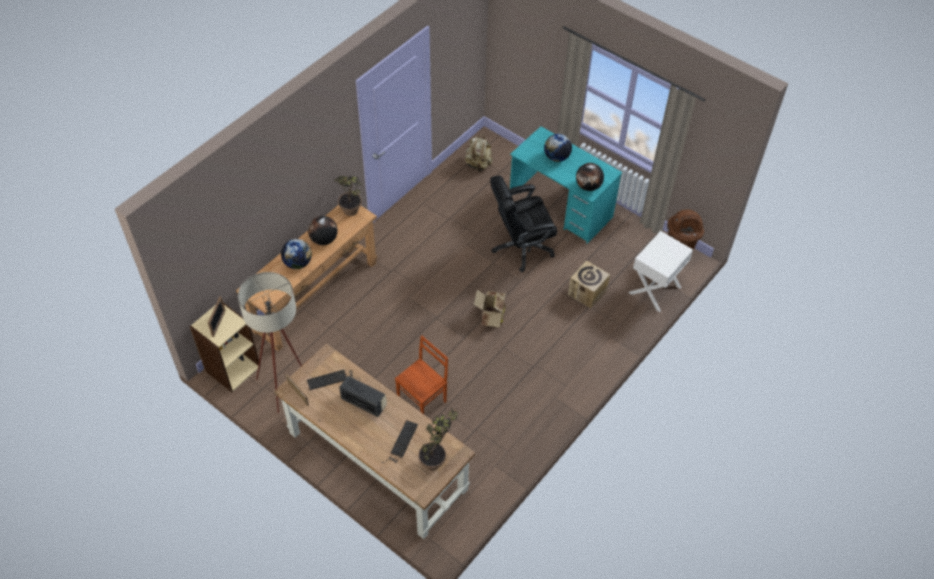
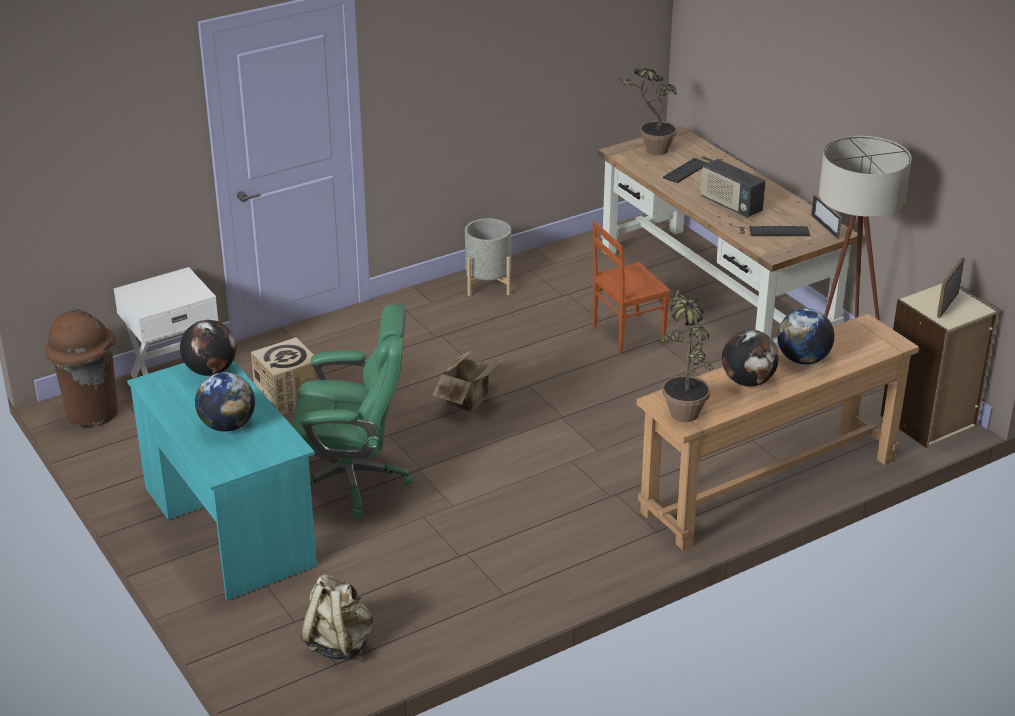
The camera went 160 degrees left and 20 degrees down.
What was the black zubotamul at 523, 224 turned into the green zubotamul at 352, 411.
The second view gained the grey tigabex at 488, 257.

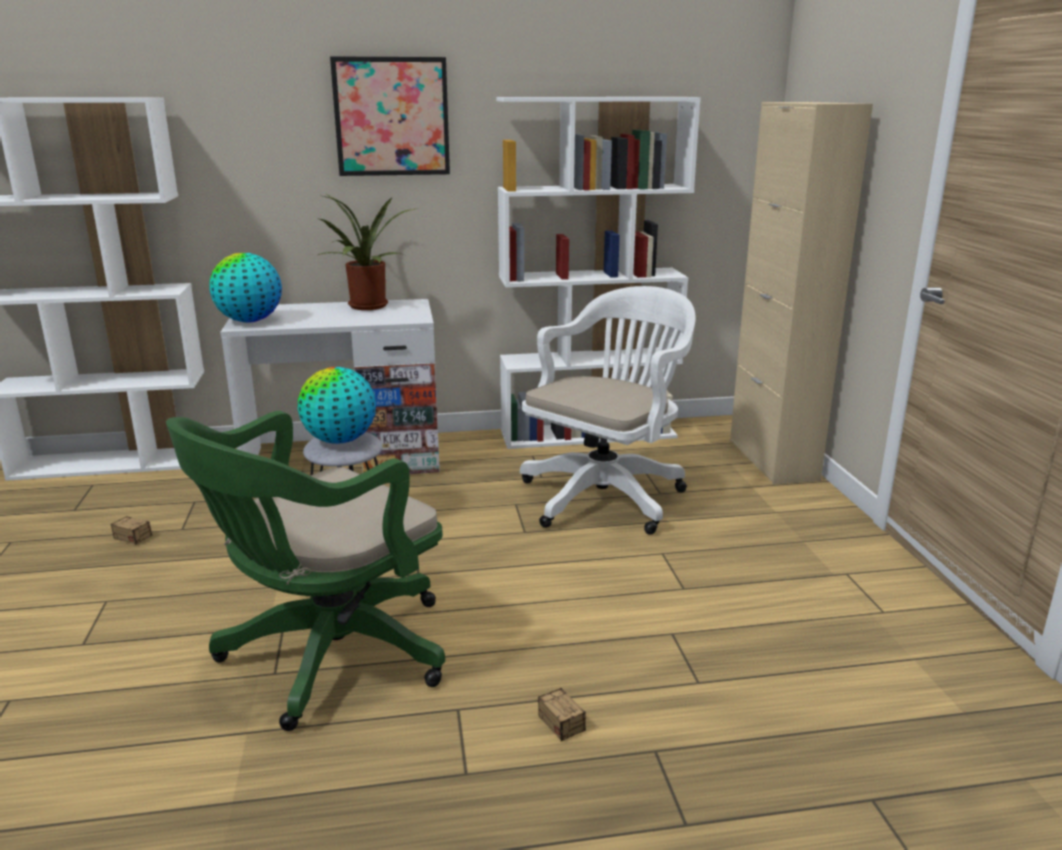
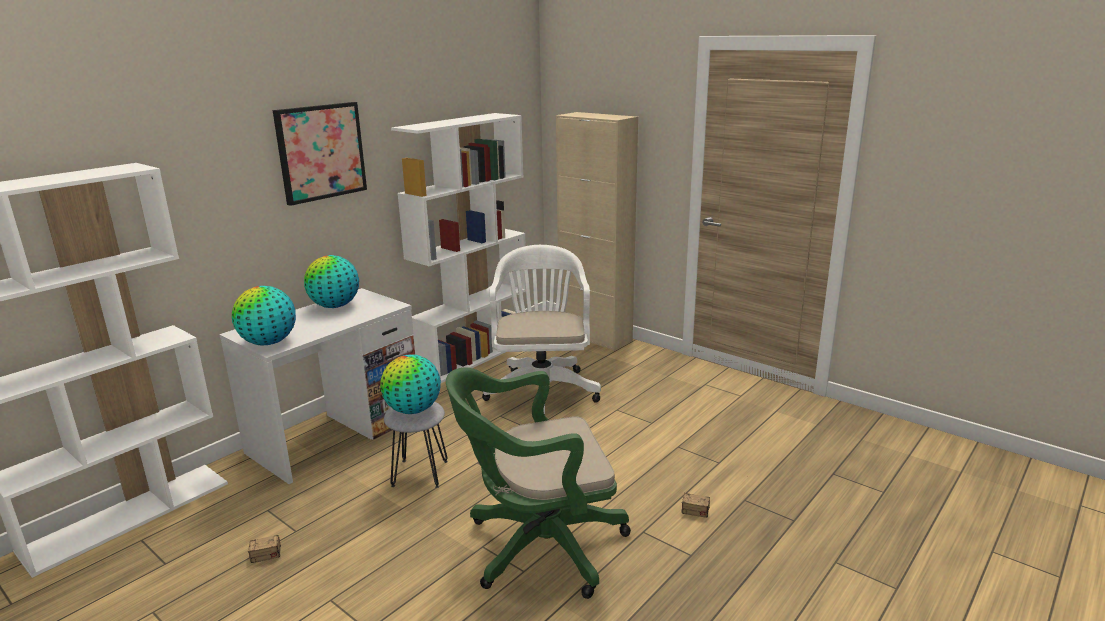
The camera went 40 degrees left and 0 degrees up.
Where the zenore stood at 366, 251, the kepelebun came to stand at 331, 281.
The green zubotamul at 305, 571 ended up facing another way, 75 degrees clockwise from before.

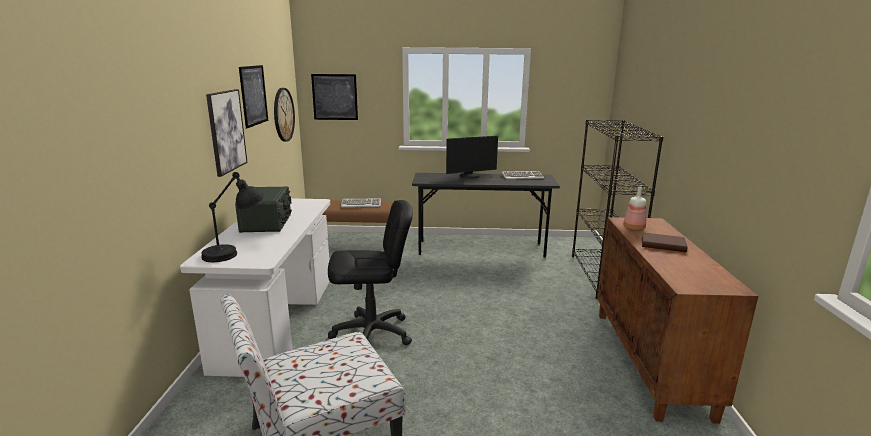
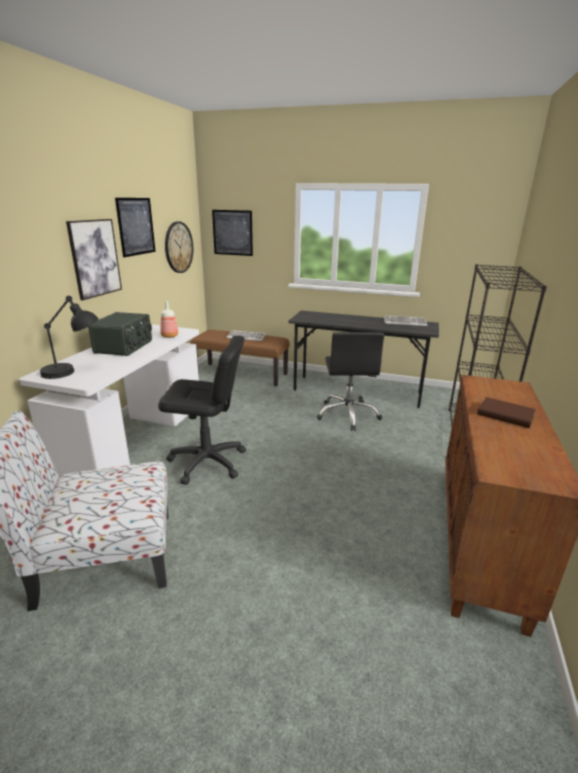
The camera went 15 degrees right and 5 degrees up.
The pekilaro ended up elsewhere, having gone from 634, 208 to 169, 319.
The second view gained the black zubotamul at 350, 381.
The second view lost the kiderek at 472, 157.

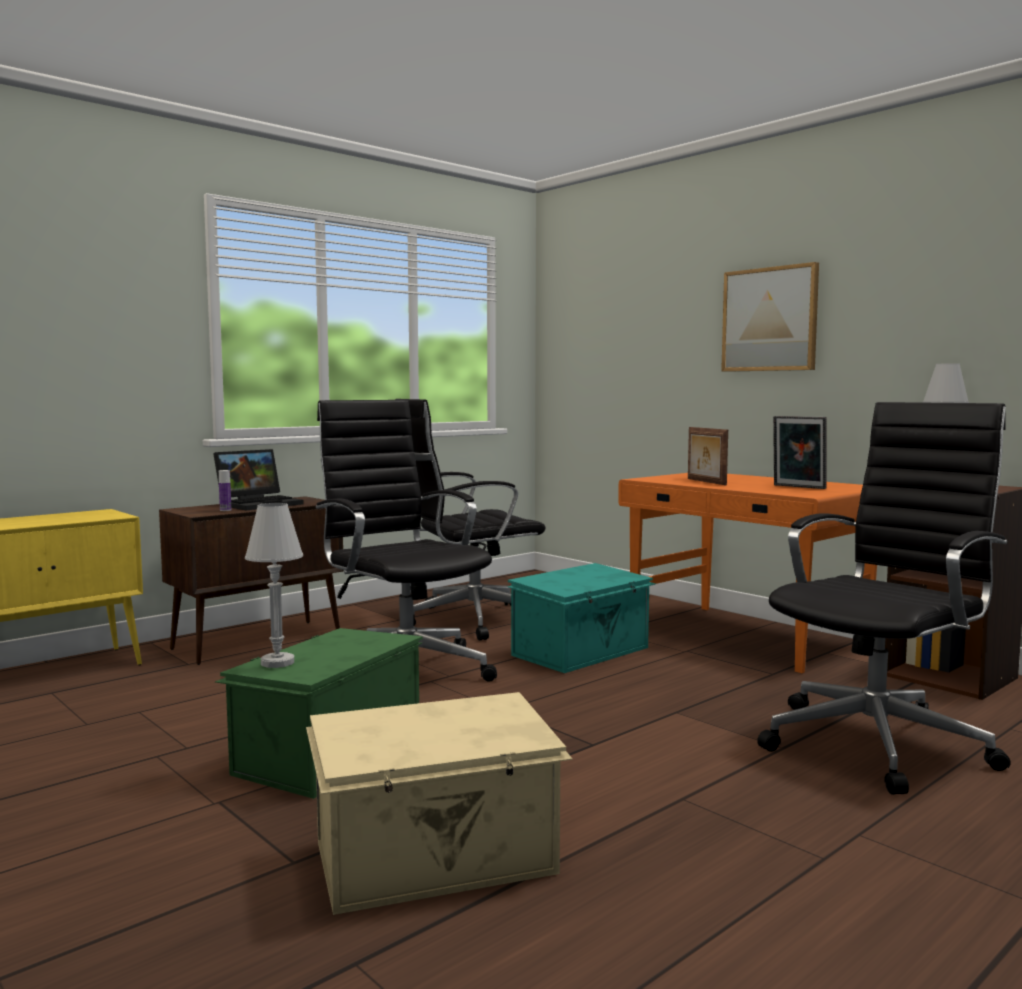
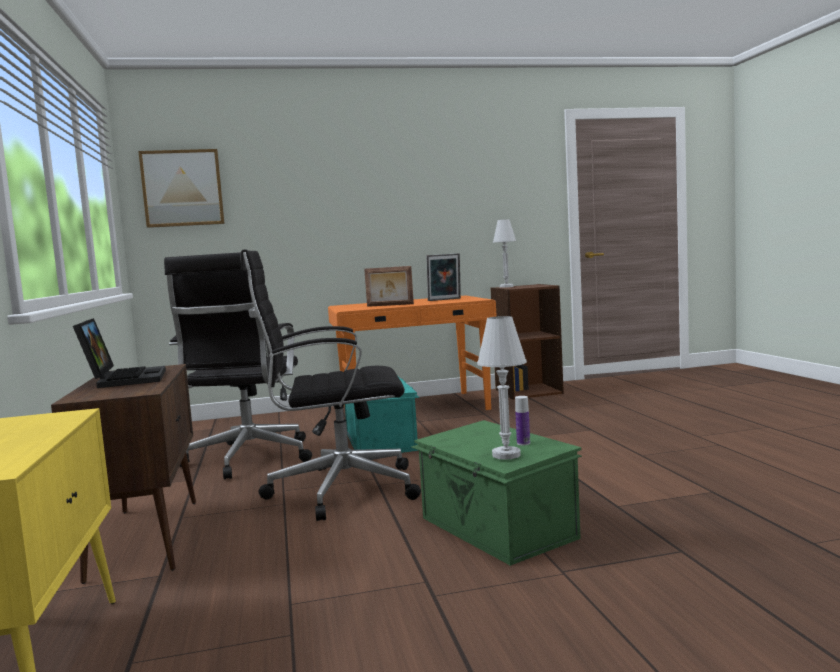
The camera went 60 degrees left and 0 degrees up.
The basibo ended up elsewhere, having gone from 770, 317 to 181, 188.
The pekilaro ended up elsewhere, having gone from 225, 490 to 522, 421.
The second view lost the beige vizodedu at 439, 803.
The second view lost the black zubotamul at 884, 598.

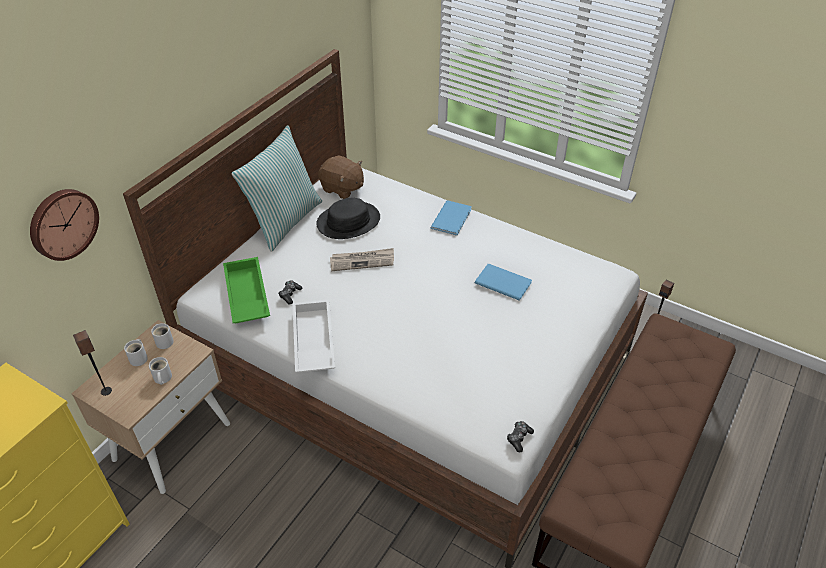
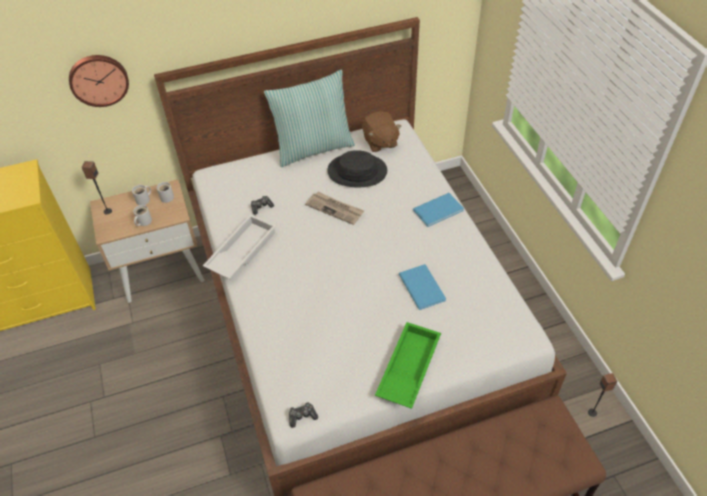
The camera went 40 degrees right and 5 degrees up.
The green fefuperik ended up elsewhere, having gone from 246, 290 to 408, 365.

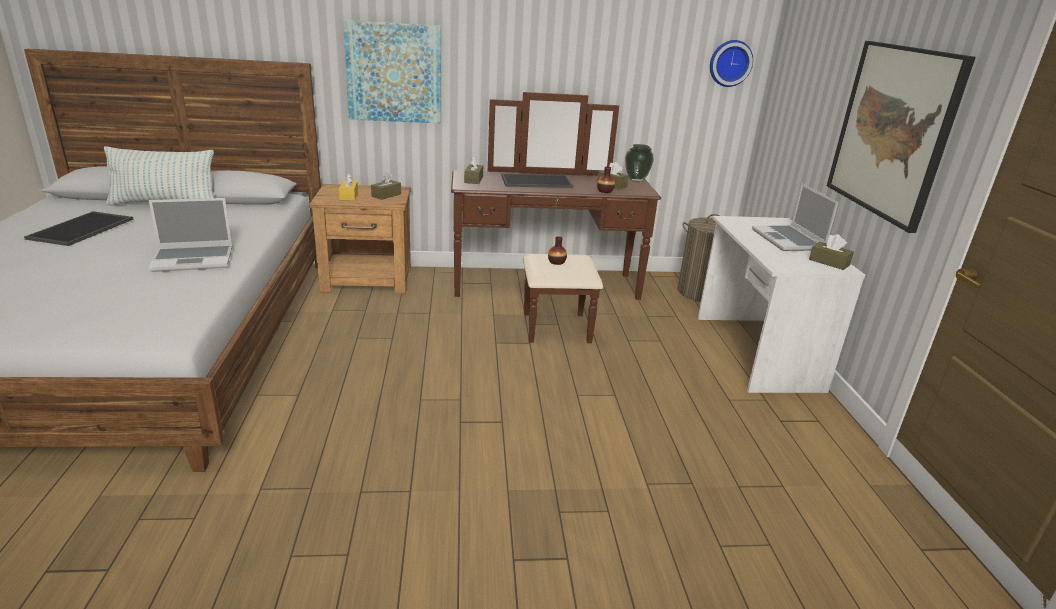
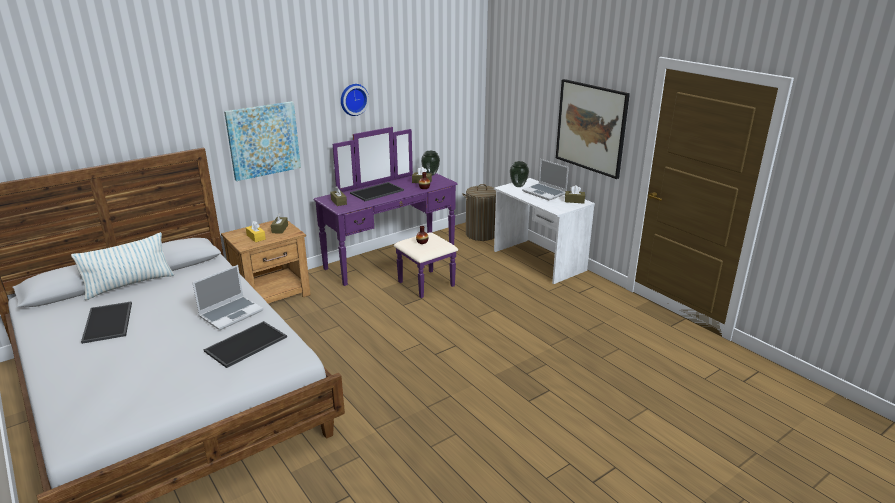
The camera went 30 degrees left and 0 degrees up.
The second view gained the fefuperik at 245, 344.
What was the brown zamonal at 556, 217 turned into the purple zamonal at 385, 212.
The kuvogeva ended up elsewhere, having gone from 731, 63 to 355, 100.
The second view gained the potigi at 519, 174.

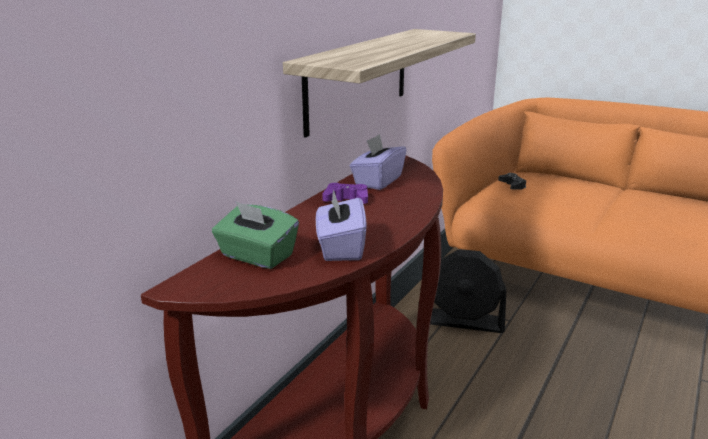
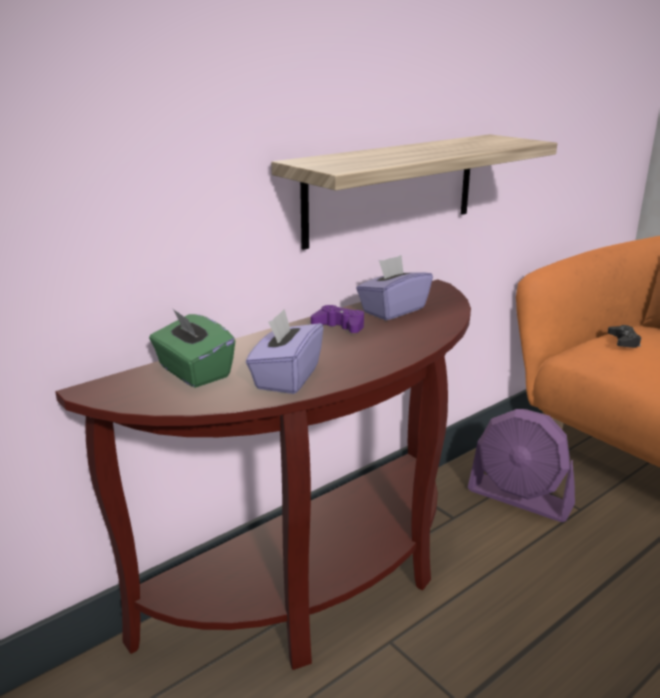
The camera went 20 degrees right and 0 degrees up.
What was the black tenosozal at 468, 291 turned into the purple tenosozal at 521, 465.

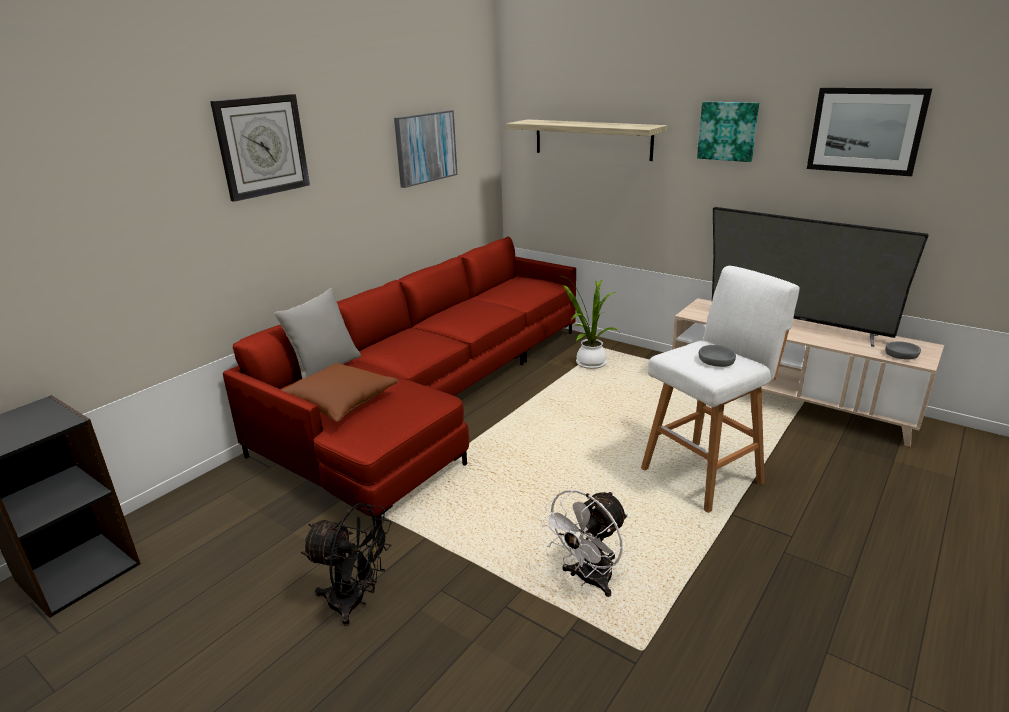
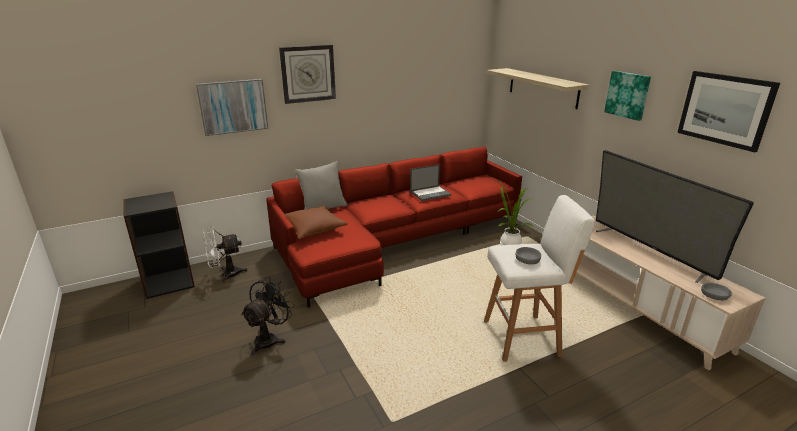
The camera went 25 degrees right and 0 degrees up.
The basibo ended up elsewhere, having gone from 425, 149 to 232, 107.
The white tenosozal ended up elsewhere, having gone from 584, 543 to 225, 254.
The black tenosozal at 346, 564 ended up facing another way, 105 degrees counterclockwise from before.
The second view gained the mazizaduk at 431, 182.

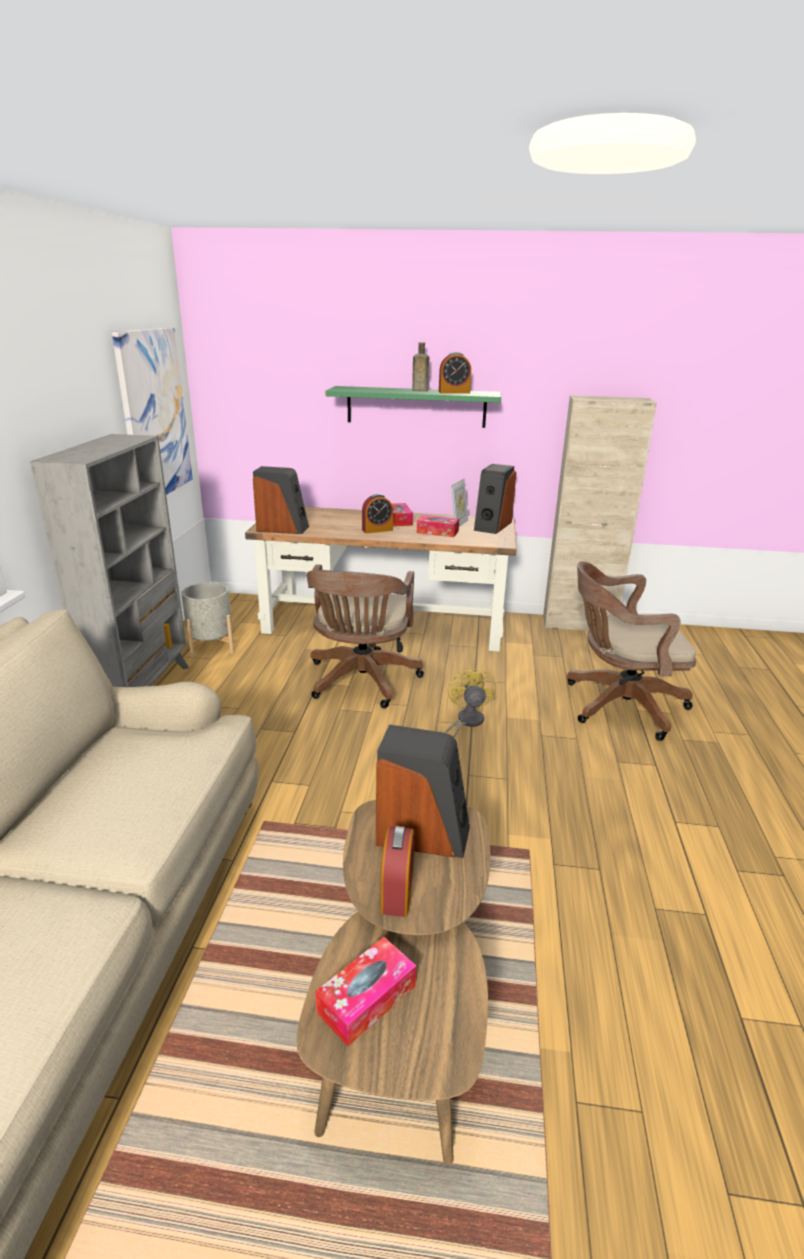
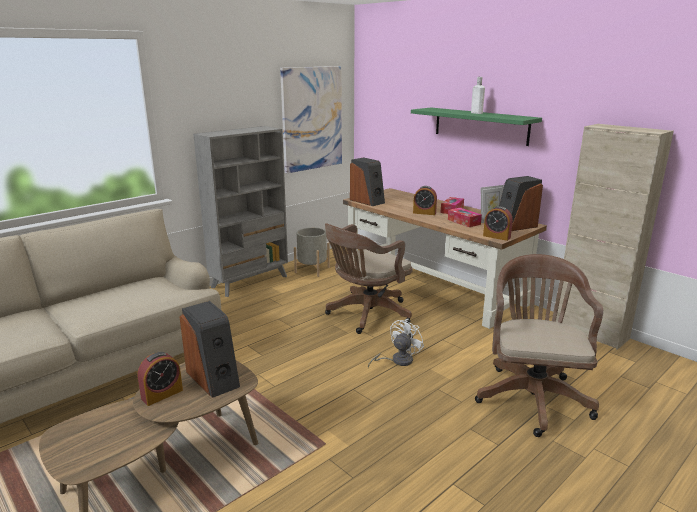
The camera went 40 degrees right and 5 degrees down.
What was the yellow tenosozal at 470, 702 turned into the white tenosozal at 396, 343.
What was the brown pekilaro at 420, 367 turned into the white pekilaro at 478, 95.
The brown zubotamul at 631, 651 ended up facing another way, 60 degrees clockwise from before.
The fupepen ended up elsewhere, having gone from 455, 373 to 498, 223.
The second view lost the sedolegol at 365, 991.

